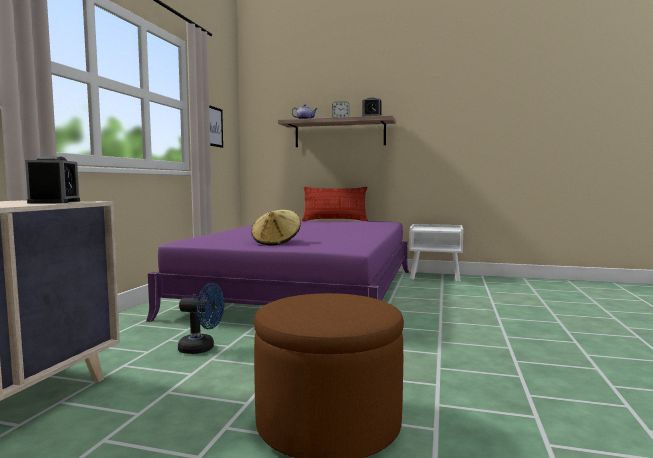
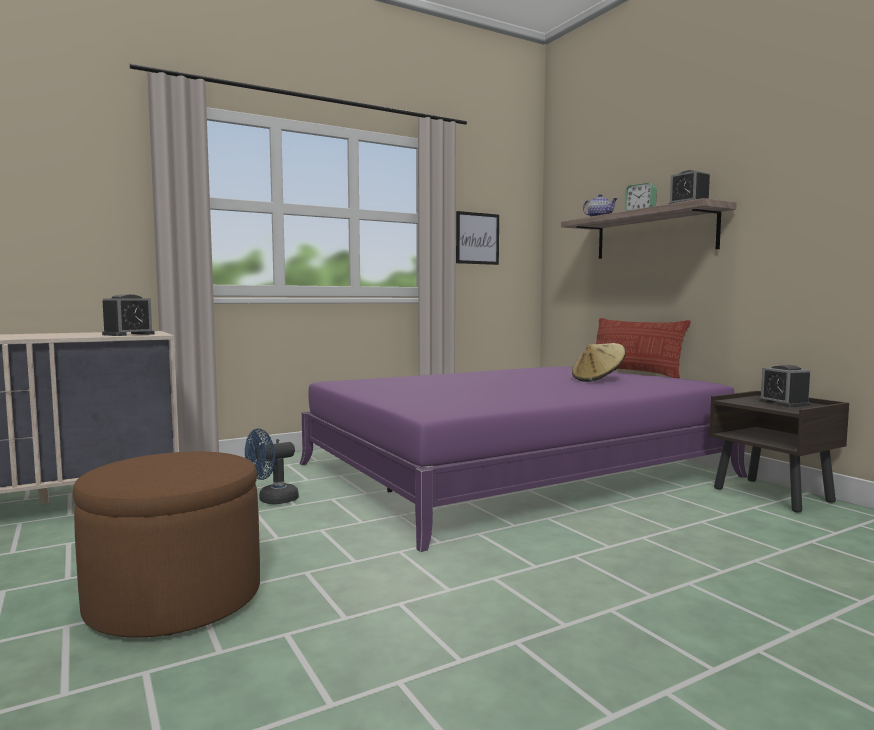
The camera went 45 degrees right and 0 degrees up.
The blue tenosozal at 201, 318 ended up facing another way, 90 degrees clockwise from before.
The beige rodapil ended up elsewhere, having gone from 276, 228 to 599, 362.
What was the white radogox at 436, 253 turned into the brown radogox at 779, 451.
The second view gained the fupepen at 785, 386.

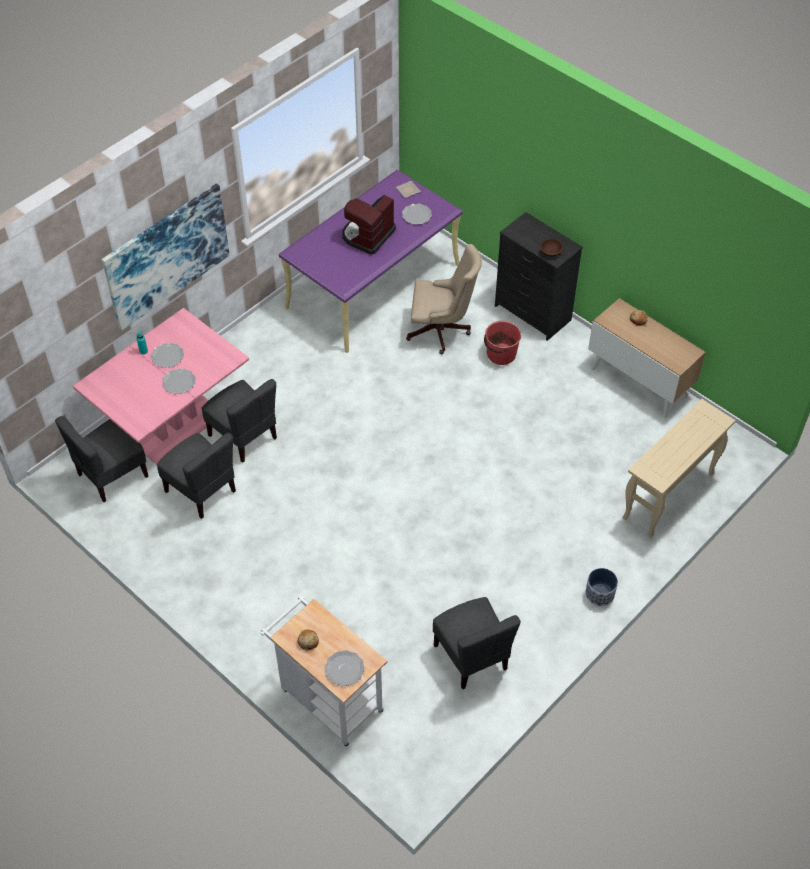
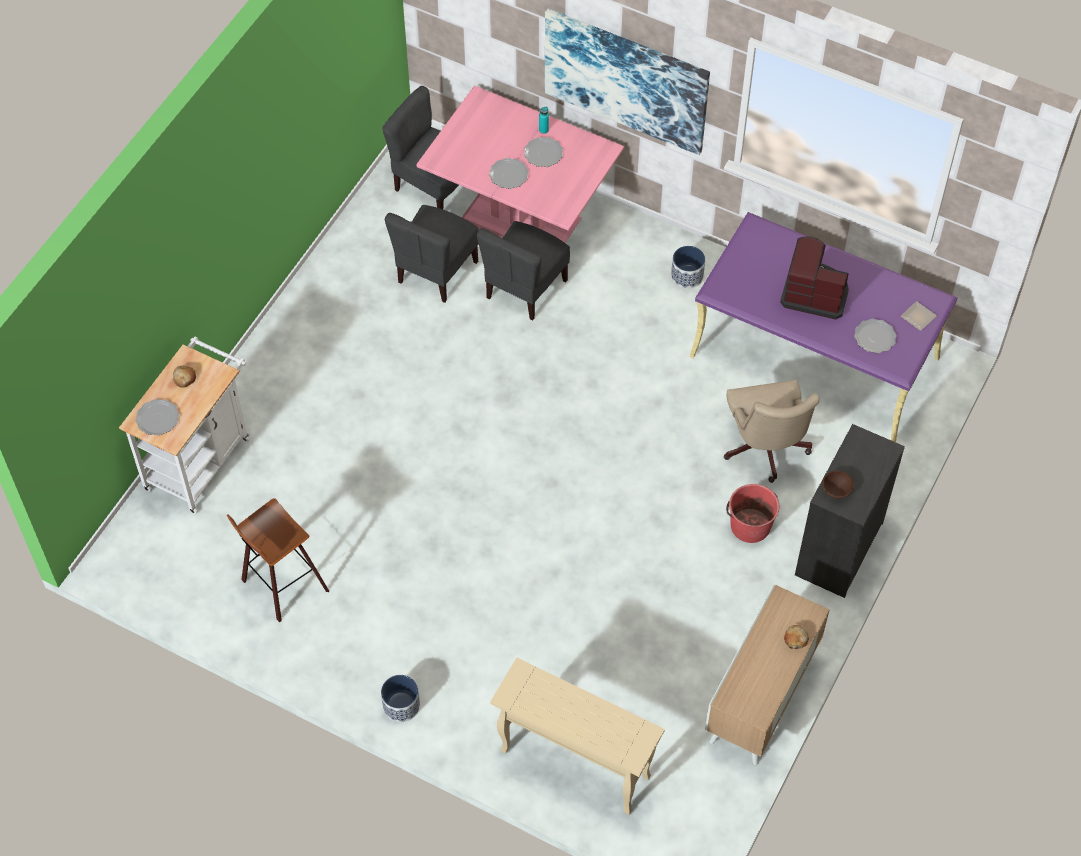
The camera went 75 degrees right and 5 degrees up.
Where the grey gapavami stood at 477, 643, the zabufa came to stand at 278, 560.
The second view gained the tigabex at 688, 267.

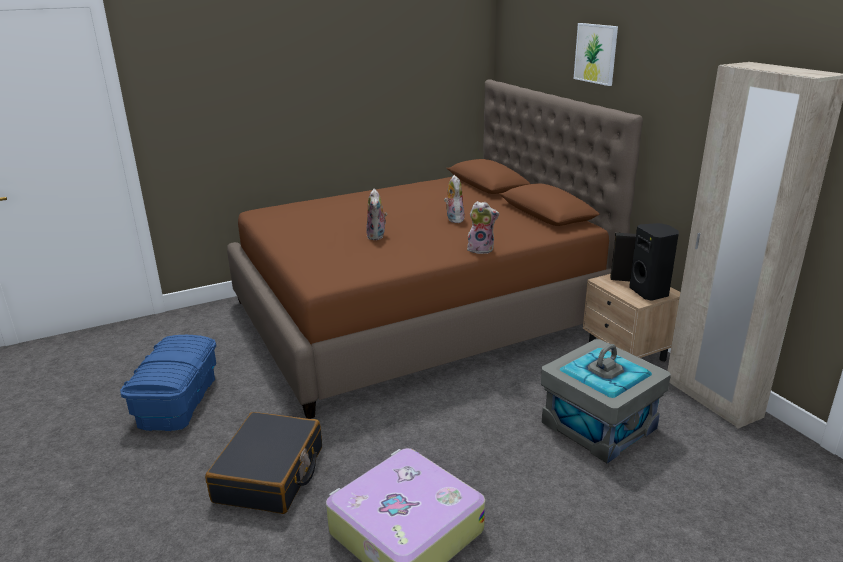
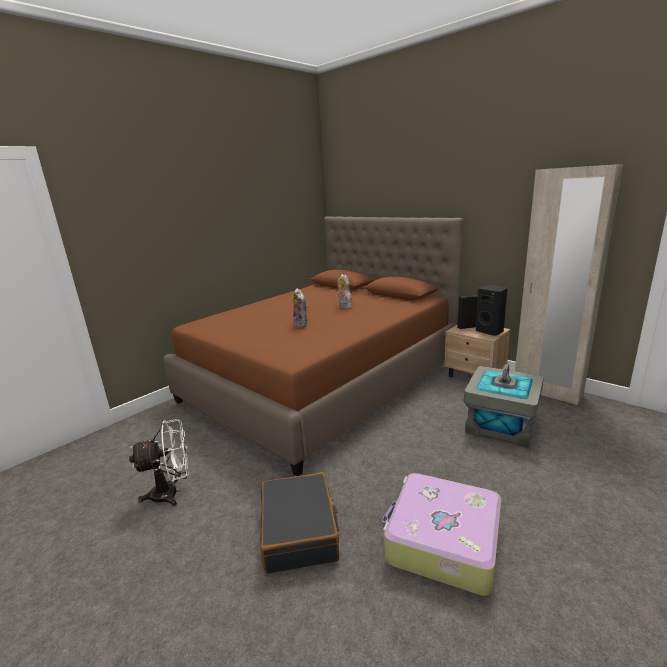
The camera went 20 degrees left and 5 degrees down.
Where the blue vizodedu stood at 168, 383, the white tenosozal came to stand at 159, 463.
The second view lost the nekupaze at 482, 227.
The second view lost the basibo at 596, 54.

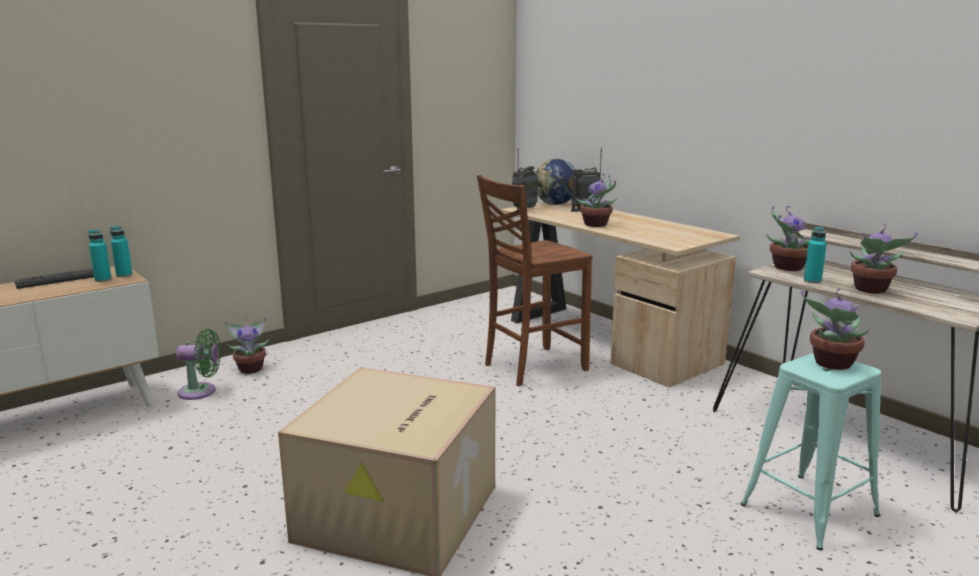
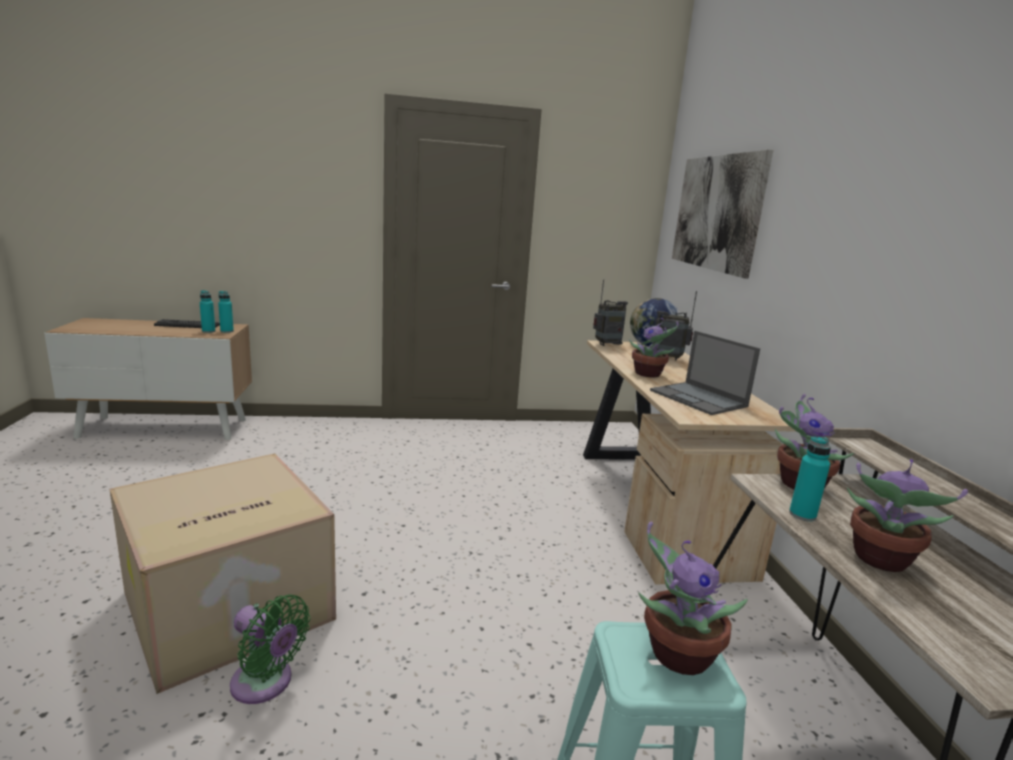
The camera went 30 degrees right and 0 degrees up.
The green tenosozal ended up elsewhere, having gone from 198, 364 to 270, 649.
The second view gained the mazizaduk at 705, 373.
The second view gained the basibo at 722, 214.
The second view lost the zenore at 247, 345.
The second view lost the brown gapavami at 534, 280.

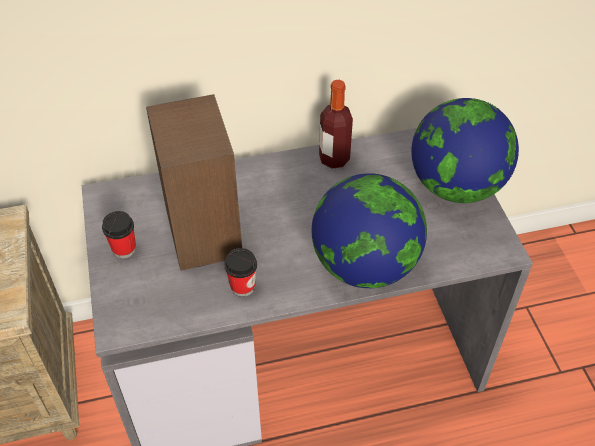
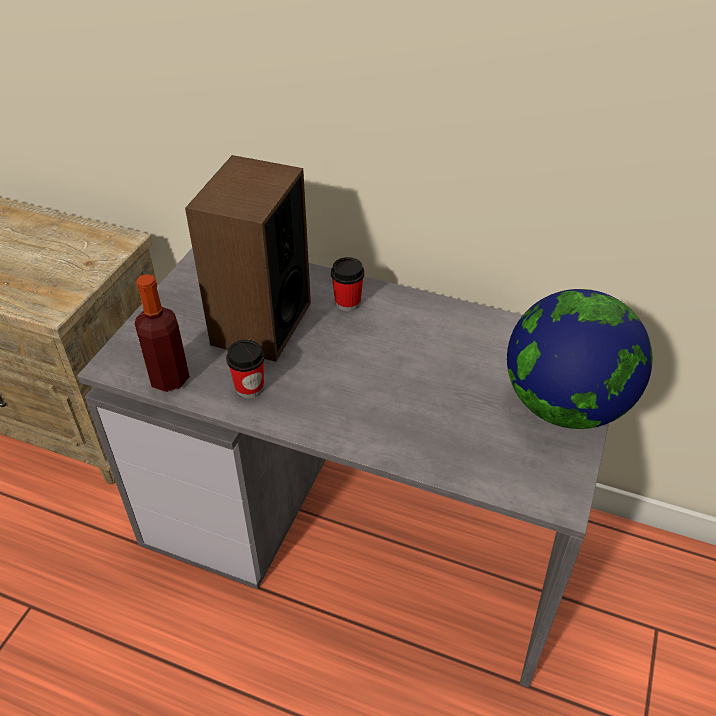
The camera went 35 degrees right and 5 degrees down.
The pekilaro ended up elsewhere, having gone from 336, 124 to 162, 333.
The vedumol ended up elsewhere, having gone from 119, 234 to 347, 284.
The second view lost the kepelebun at 369, 230.

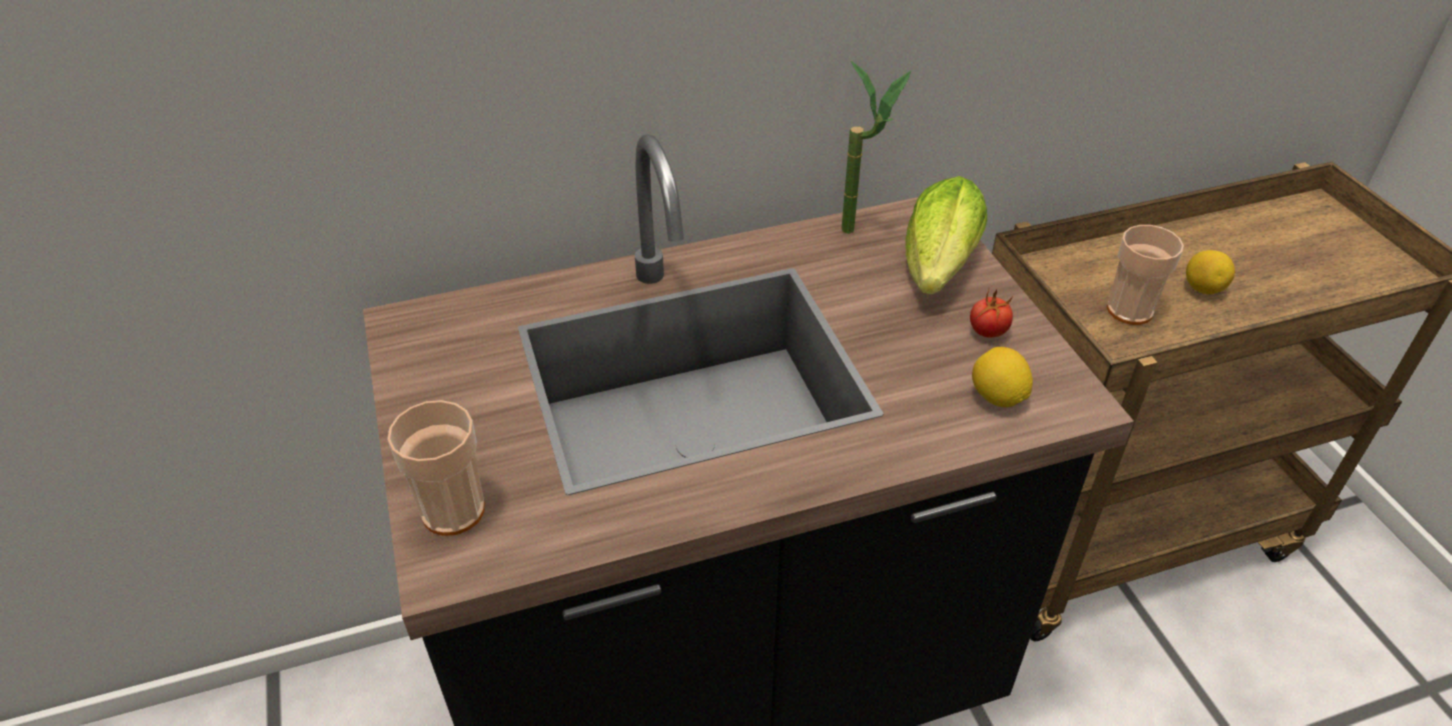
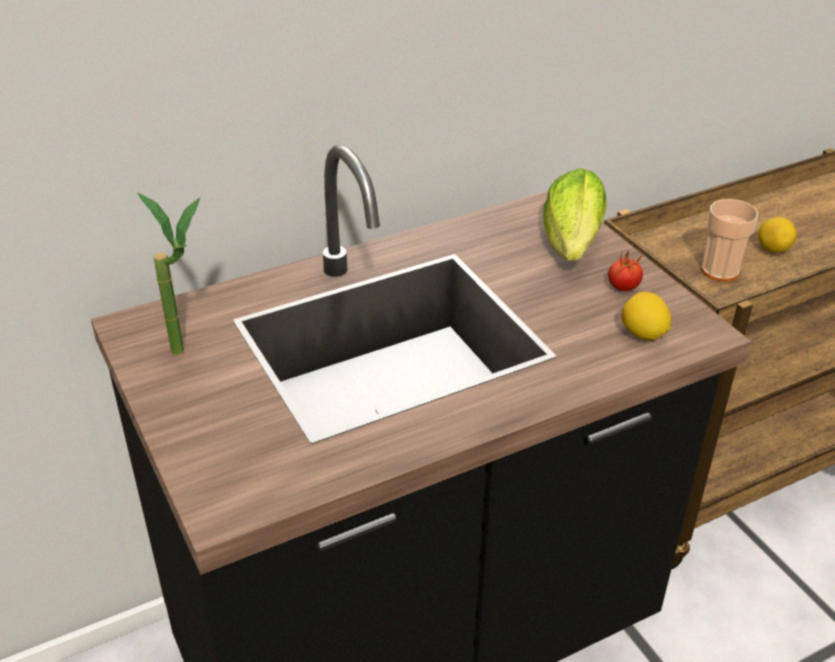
The camera went 10 degrees left and 5 degrees down.
The zenore ended up elsewhere, having gone from 876, 147 to 168, 273.
The second view lost the vedumol at 436, 468.

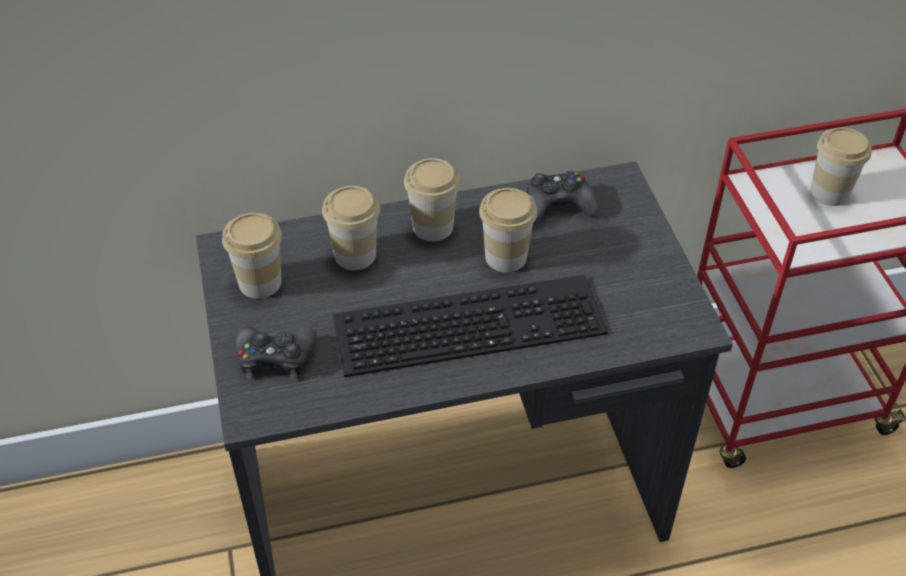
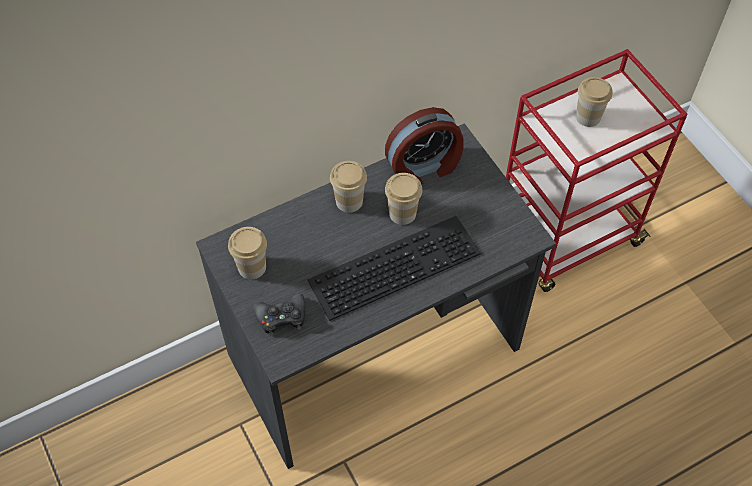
The camera went 15 degrees left and 10 degrees up.
Where the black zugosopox stood at 562, 197, the fupepen came to stand at 424, 145.
The second view lost the vedumol at 351, 228.

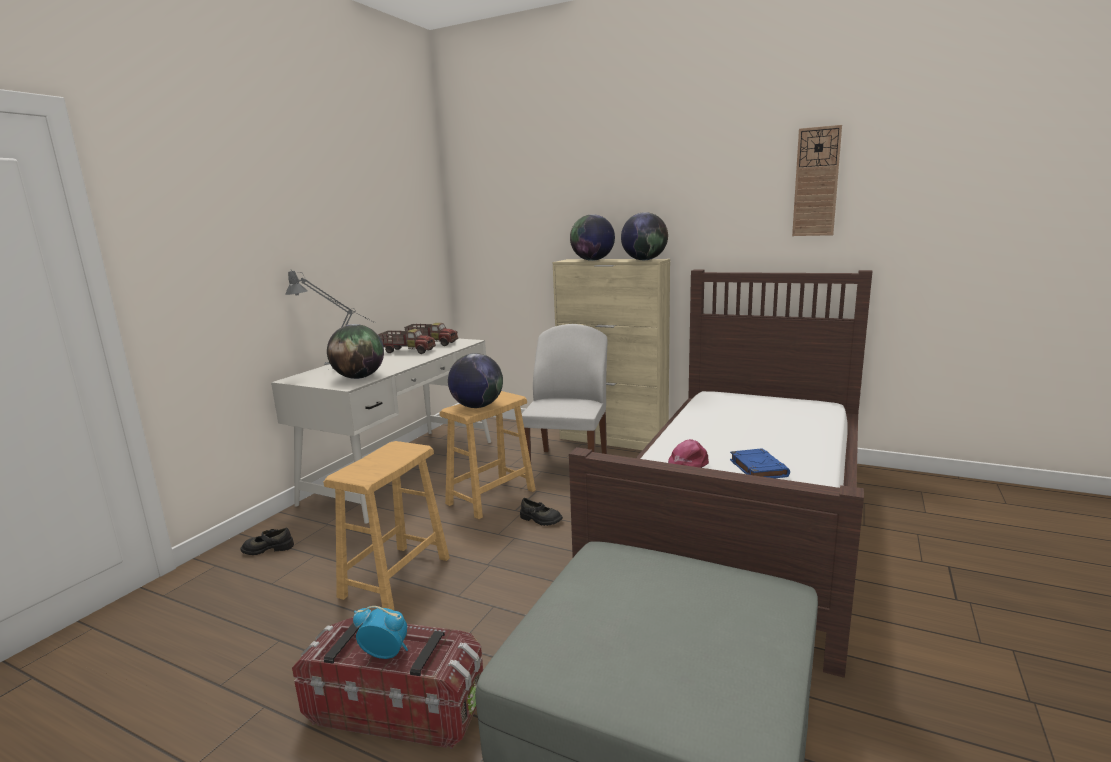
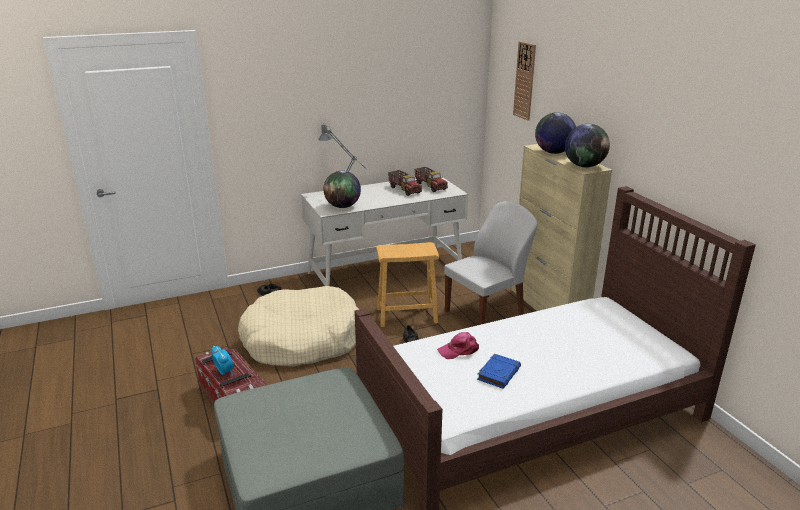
The camera went 40 degrees right and 10 degrees up.
Where the brown zabufa stood at 386, 525, the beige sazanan came to stand at 298, 326.
The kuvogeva ended up elsewhere, having gone from 817, 180 to 524, 81.
The second view lost the kepelebun at 475, 380.

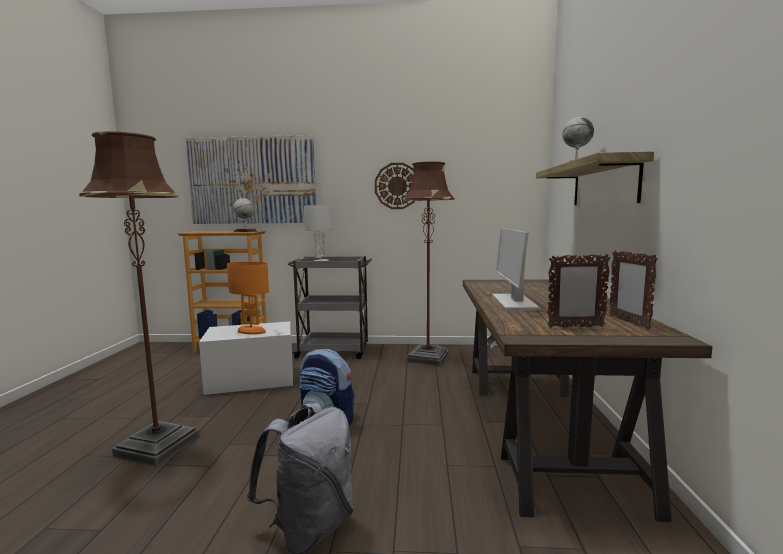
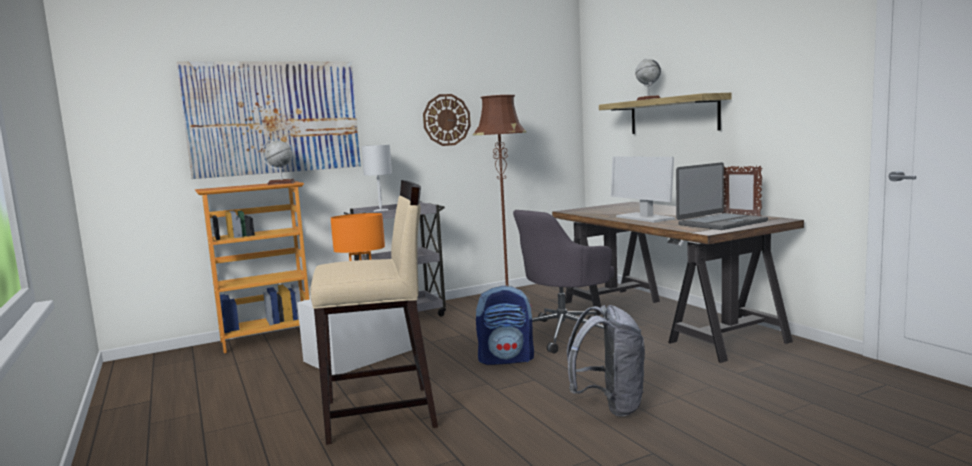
The camera went 30 degrees left and 0 degrees up.
Where the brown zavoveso stood at 139, 298, the beige zabufa came to stand at 374, 312.
The second view gained the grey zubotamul at 563, 282.
Where the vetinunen stood at 579, 291, the mazizaduk came to stand at 722, 196.

